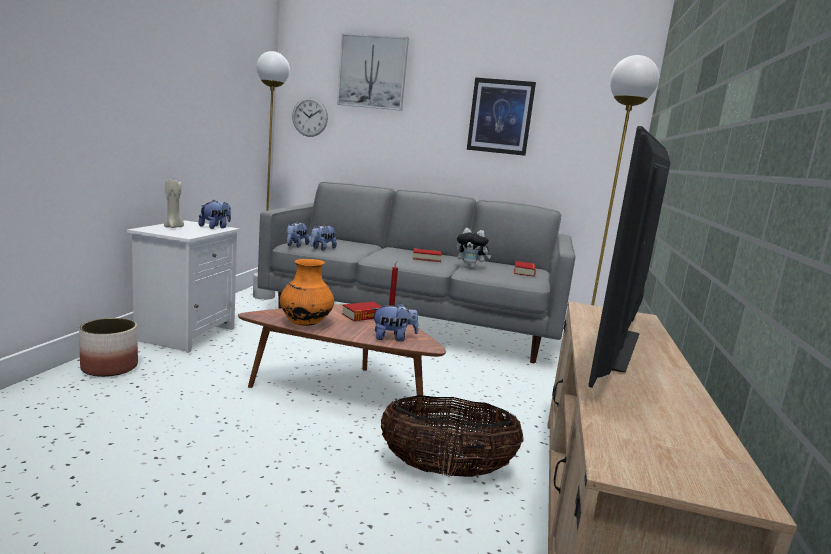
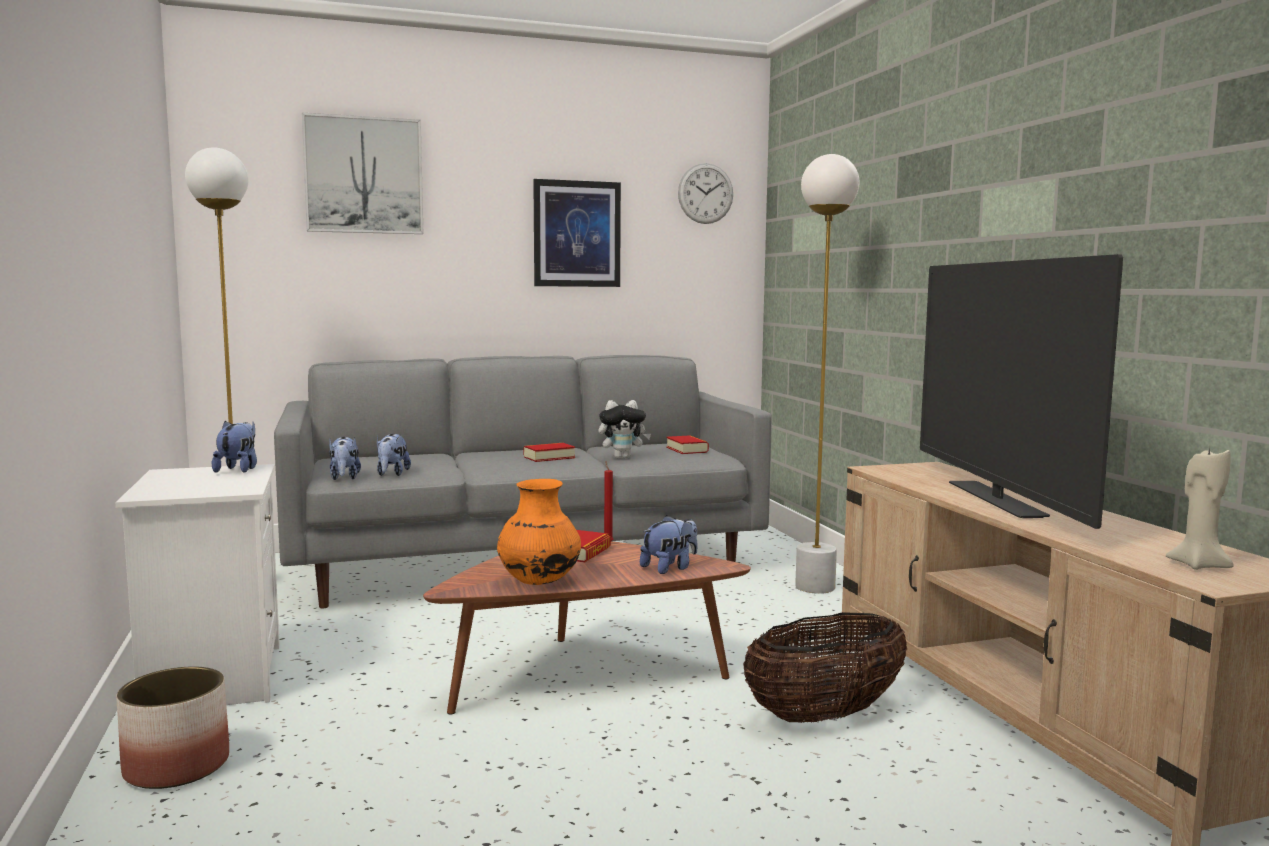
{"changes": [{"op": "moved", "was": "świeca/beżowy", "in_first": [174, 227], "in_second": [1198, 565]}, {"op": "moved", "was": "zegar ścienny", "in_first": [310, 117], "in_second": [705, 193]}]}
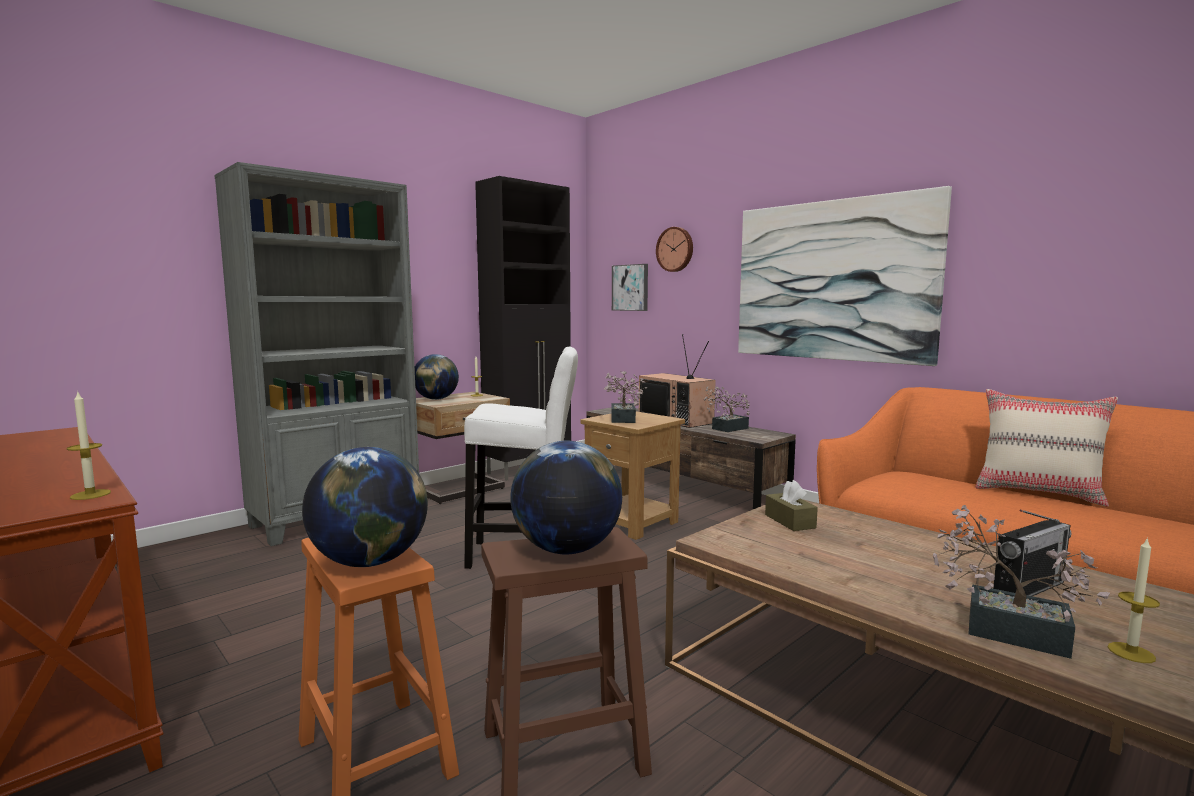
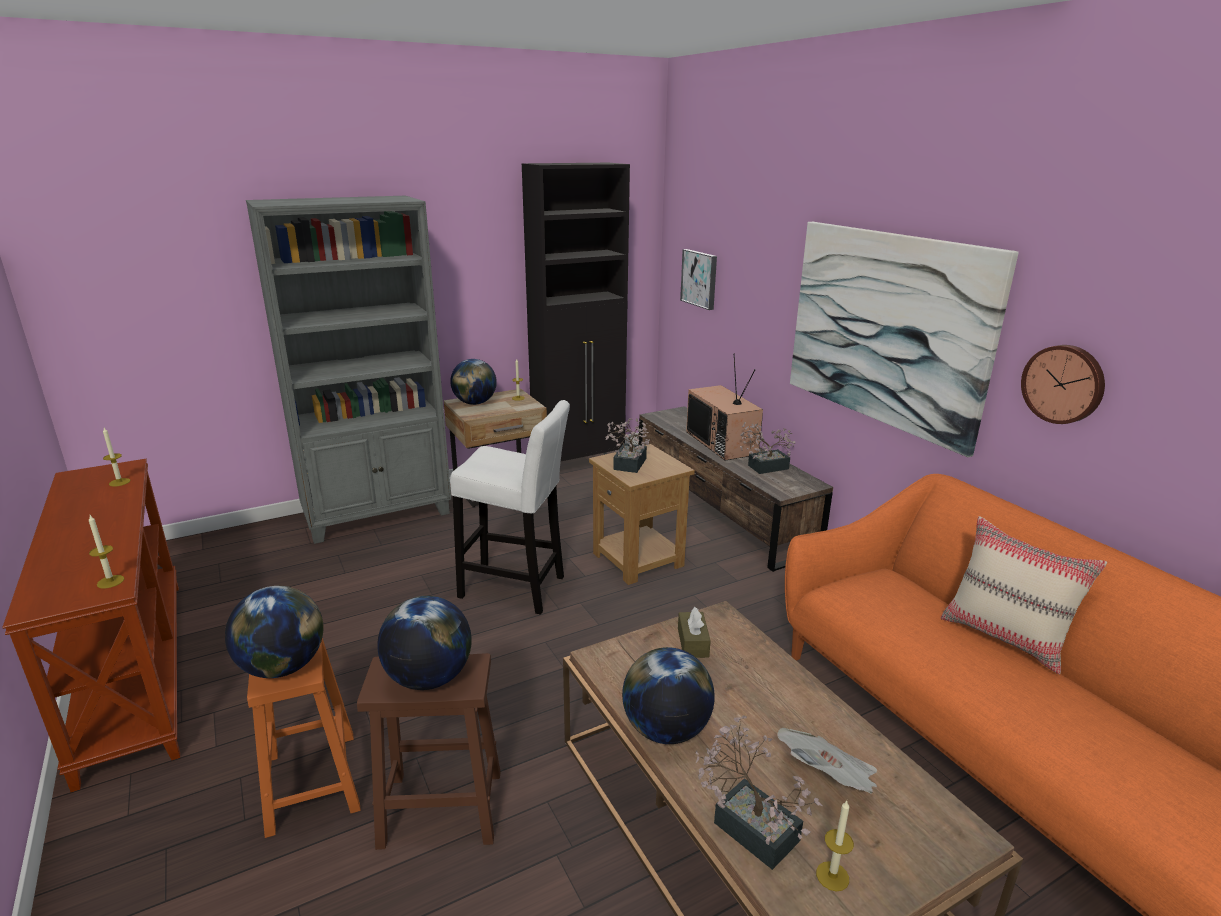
{"changes": [{"op": "added", "now": "świeca", "in_second": [119, 482]}, {"op": "added", "now": "globus", "in_second": [666, 730]}, {"op": "moved", "was": "zegar ścienny", "in_first": [675, 249], "in_second": [1064, 383]}, {"op": "replaced", "was": "radio", "now": "gazeta", "in_first": [1028, 588], "in_second": [828, 779]}]}
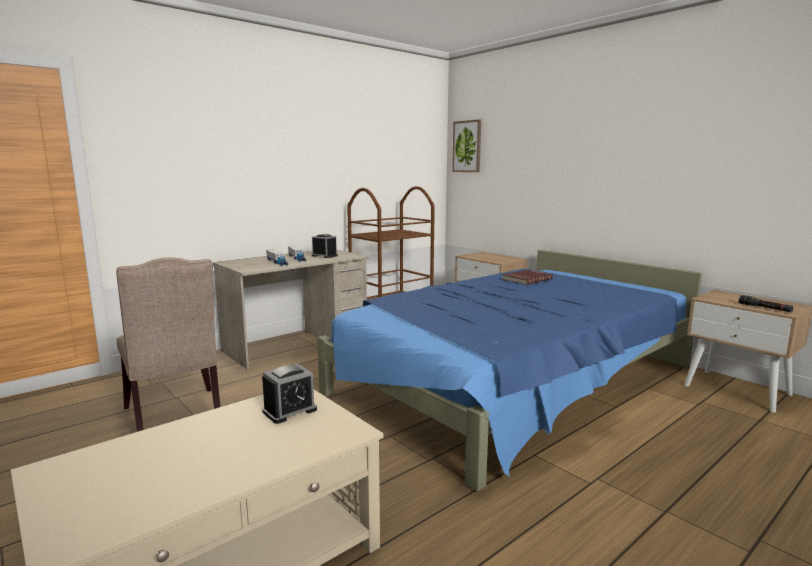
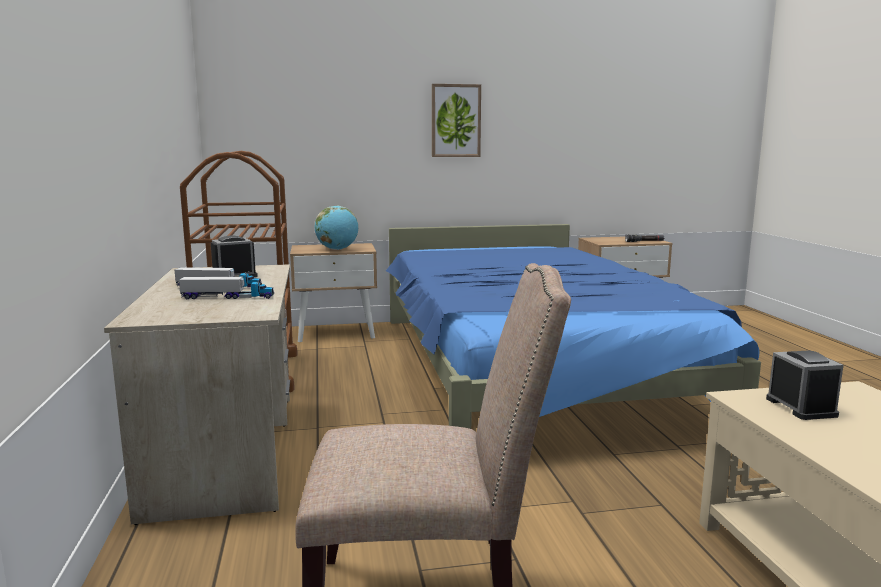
{"changes": [{"op": "removed", "was": "książka/czerwony", "in_first": [526, 279]}, {"op": "added", "now": "globus", "in_second": [337, 249]}, {"op": "moved", "was": "obraz", "in_first": [467, 146], "in_second": [455, 121]}]}
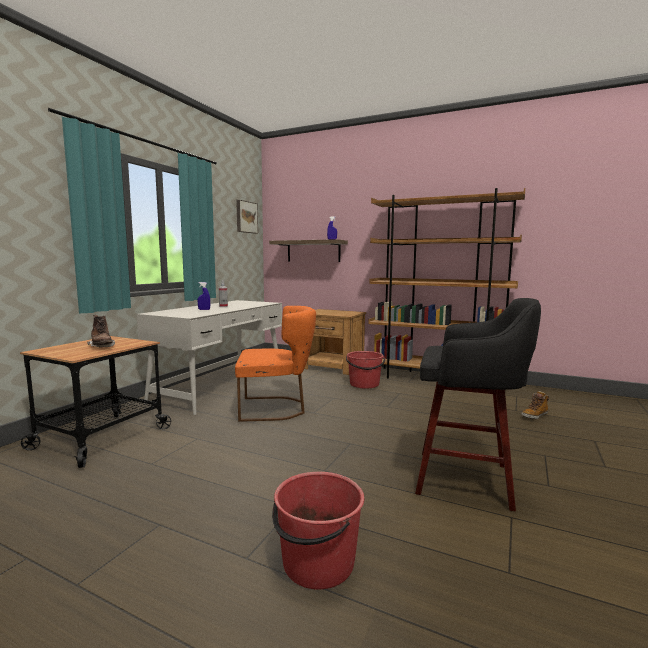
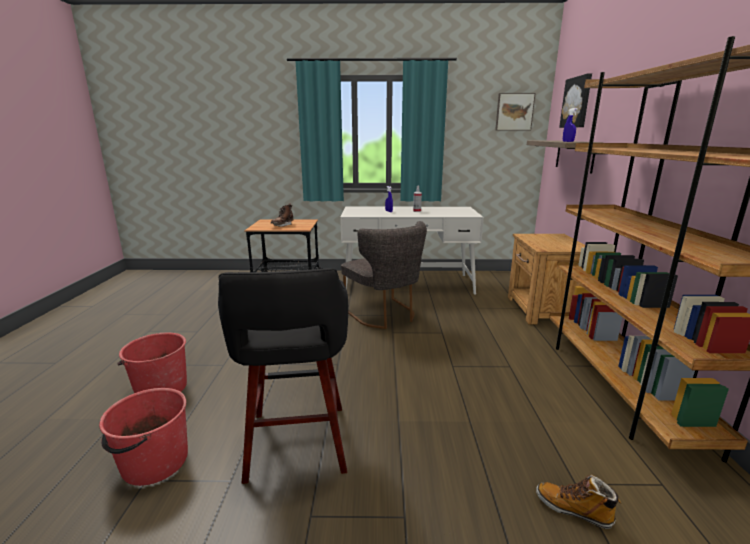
{"changes": [{"op": "added", "now": "obraz", "in_second": [577, 102]}, {"op": "moved", "was": "wiadro/czerwony", "in_first": [364, 384], "in_second": [154, 463]}, {"op": "recoloured", "was": "krzesło/pomarańczowy", "now": "krzesło/szary", "in_first": [276, 408], "in_second": [385, 315]}]}
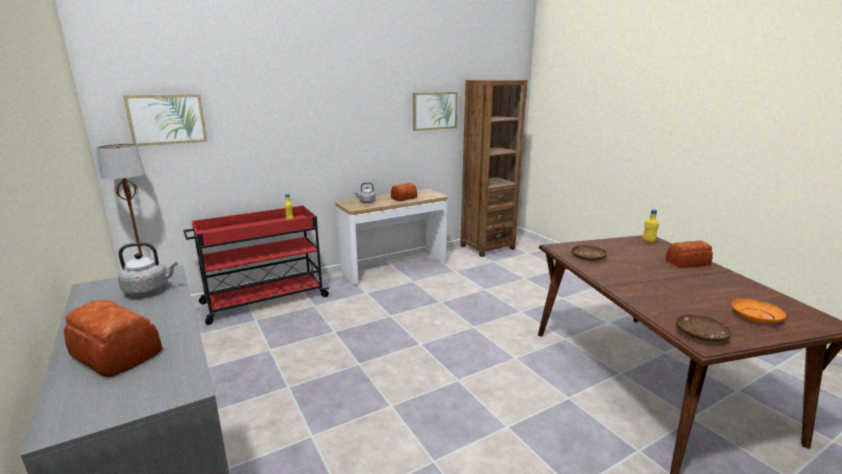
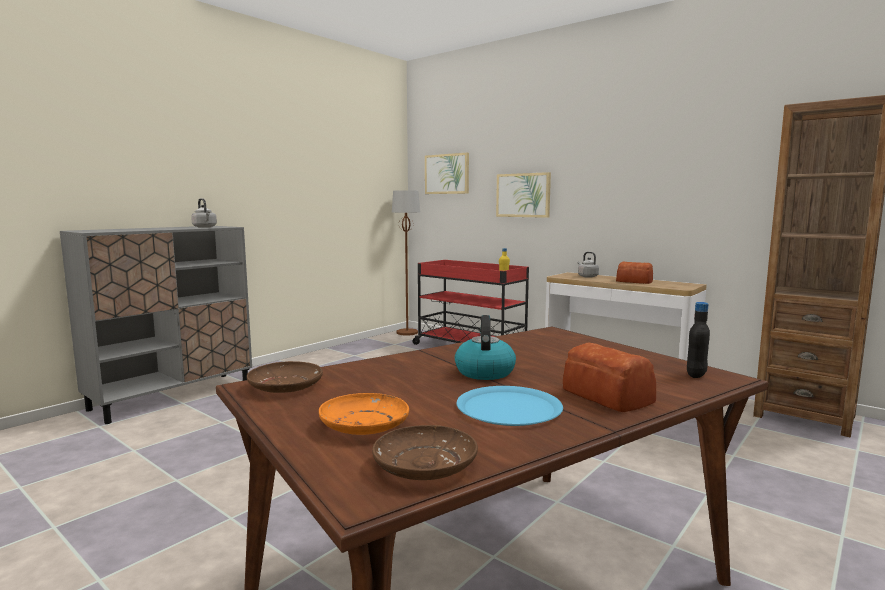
{"changes": [{"op": "removed", "was": "chleb", "in_first": [115, 354]}, {"op": "added", "now": "czajnik", "in_second": [484, 372]}, {"op": "added", "now": "talerz/niebieski", "in_second": [508, 408]}, {"op": "moved", "was": "obraz", "in_first": [434, 110], "in_second": [523, 195]}, {"op": "moved", "was": "talerz/brązowy", "in_first": [588, 257], "in_second": [424, 465]}, {"op": "recoloured", "was": "butelka/żółty", "now": "butelka/czarny", "in_first": [648, 241], "in_second": [696, 375]}]}
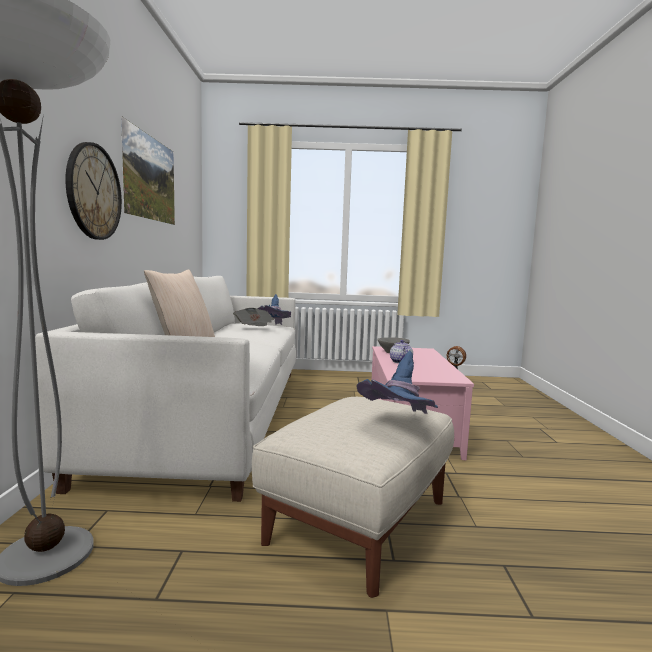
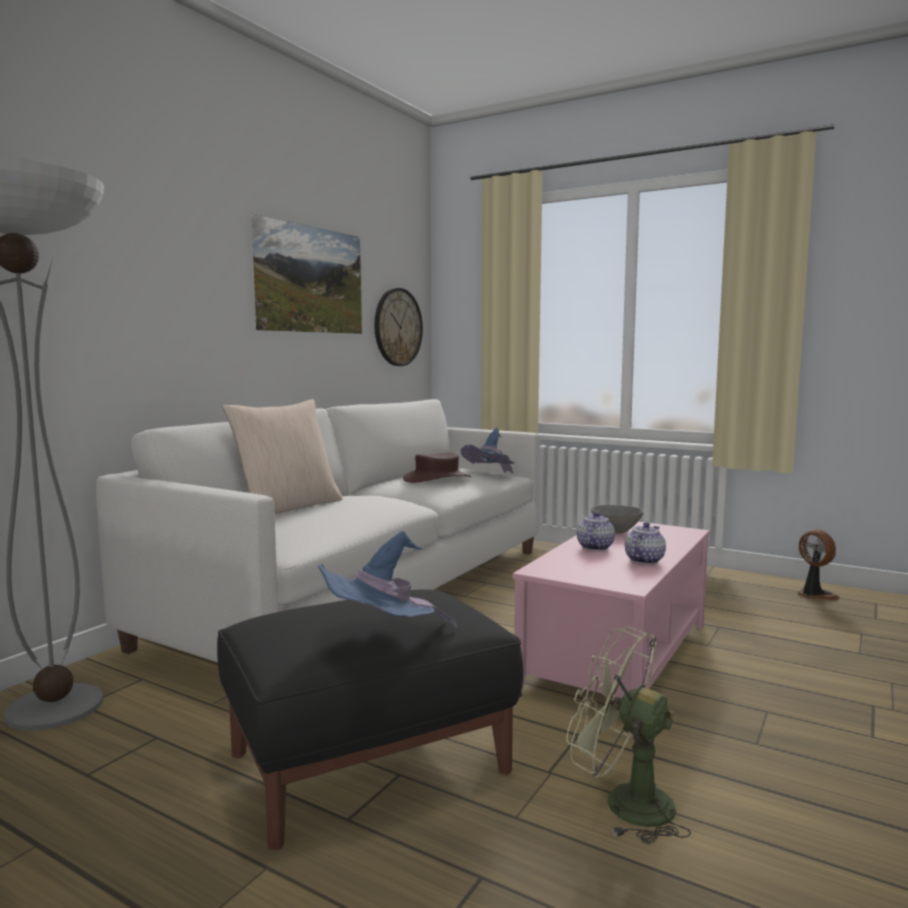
{"changes": [{"op": "added", "now": "wentylator/zielony", "in_second": [624, 802]}, {"op": "added", "now": "imbryk", "in_second": [644, 560]}, {"op": "moved", "was": "zegar ścienny", "in_first": [93, 192], "in_second": [397, 327]}, {"op": "replaced", "was": "gazeta", "now": "kapelusz/brązowy", "in_first": [254, 329], "in_second": [437, 478]}, {"op": "recoloured", "was": "pufa/beżowy", "now": "pufa/czarny", "in_first": [360, 520], "in_second": [371, 762]}]}
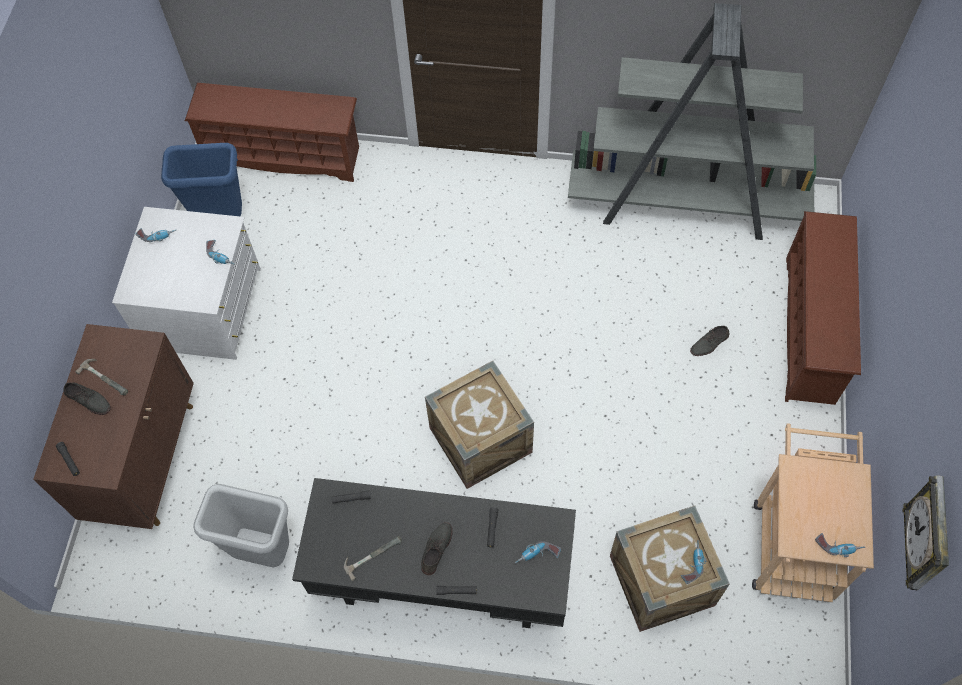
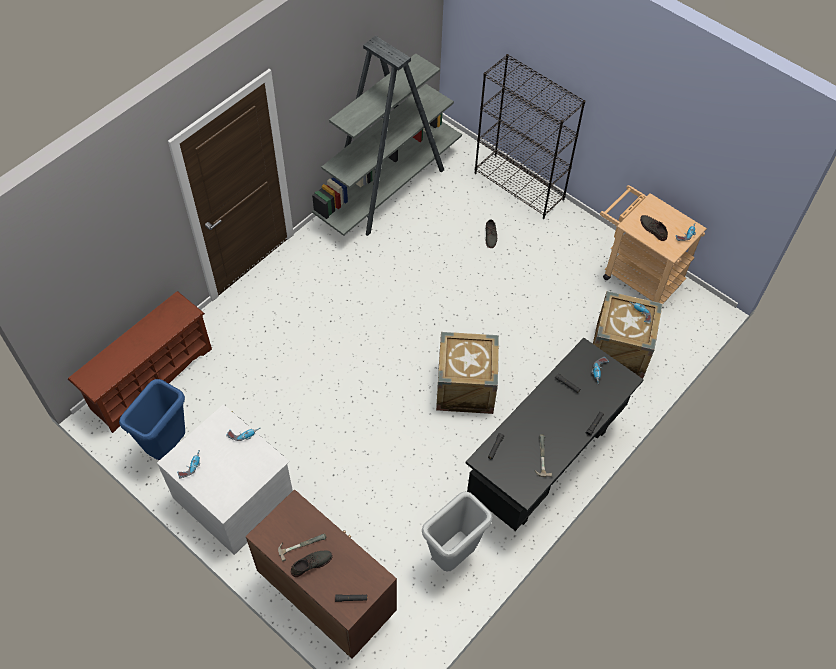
{"changes": [{"op": "removed", "was": "zegar ścienny", "in_first": [928, 536]}, {"op": "moved", "was": "but/szary", "in_first": [436, 549], "in_second": [652, 229]}, {"op": "replaced", "was": "regał na buty/brązowy", "now": "regał/czarny", "in_first": [811, 330], "in_second": [519, 186]}]}
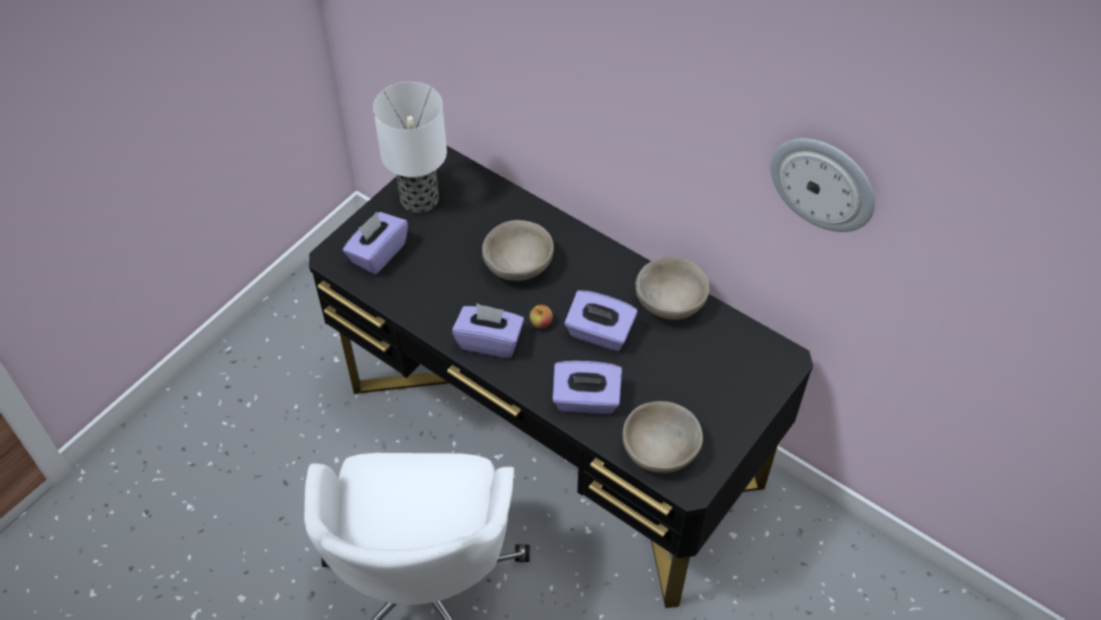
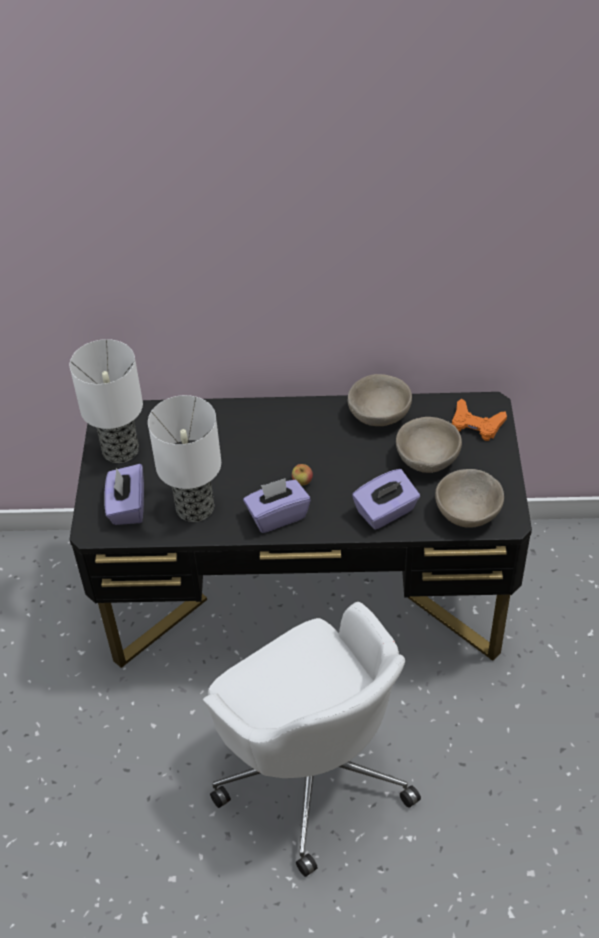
{"changes": [{"op": "removed", "was": "pudełko chusteczek/fioletowy", "in_first": [599, 334]}, {"op": "removed", "was": "zegar ścienny", "in_first": [823, 183]}, {"op": "added", "now": "lampa stołowa", "in_second": [193, 508]}, {"op": "added", "now": "pad do gier/pomarańczowy", "in_second": [476, 424]}, {"op": "moved", "was": "miska/beżowy", "in_first": [518, 265], "in_second": [427, 459]}]}
